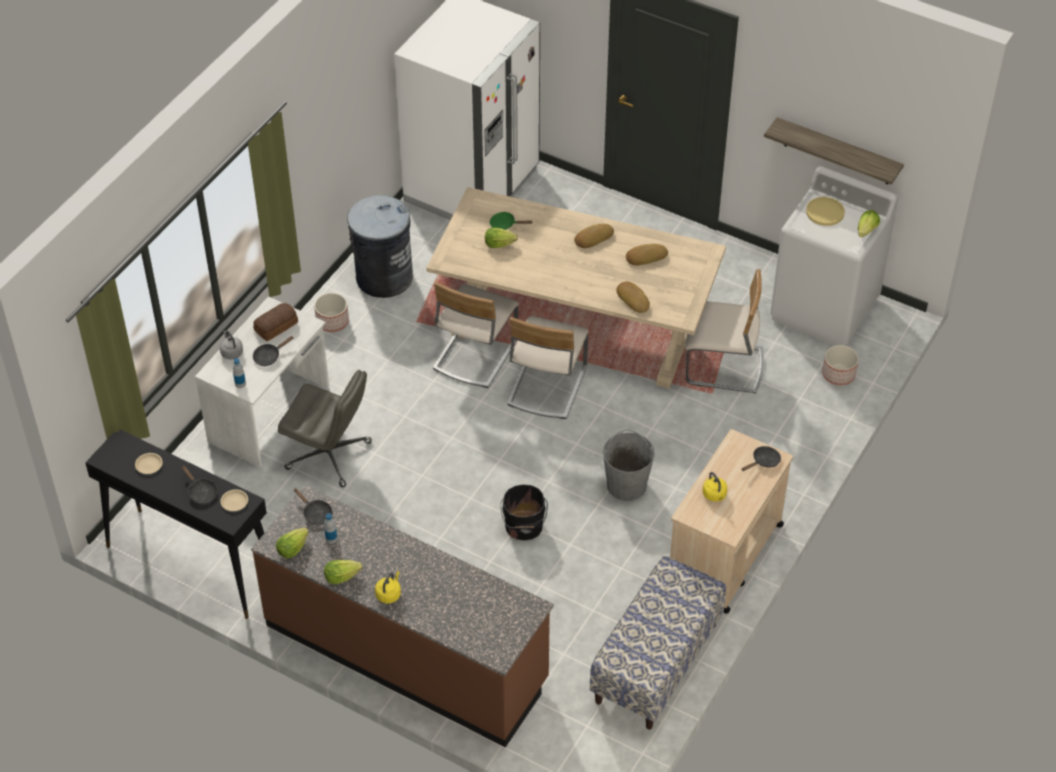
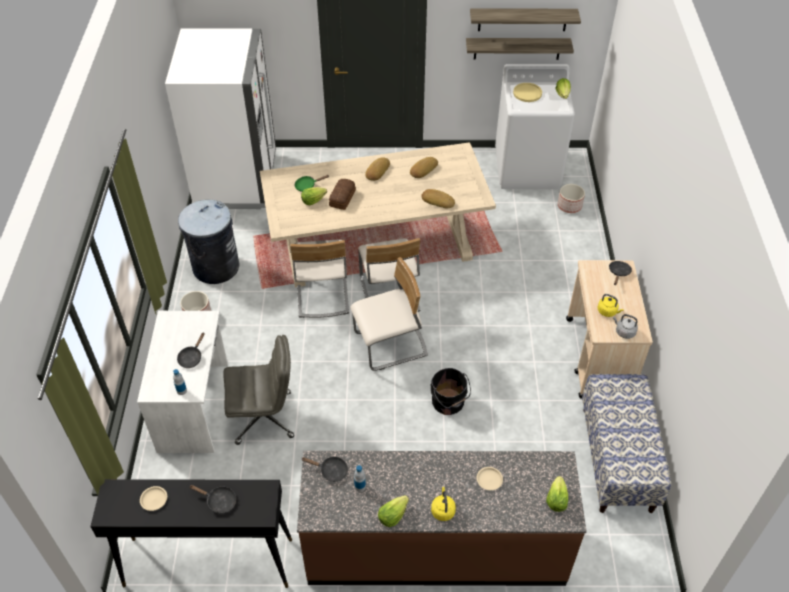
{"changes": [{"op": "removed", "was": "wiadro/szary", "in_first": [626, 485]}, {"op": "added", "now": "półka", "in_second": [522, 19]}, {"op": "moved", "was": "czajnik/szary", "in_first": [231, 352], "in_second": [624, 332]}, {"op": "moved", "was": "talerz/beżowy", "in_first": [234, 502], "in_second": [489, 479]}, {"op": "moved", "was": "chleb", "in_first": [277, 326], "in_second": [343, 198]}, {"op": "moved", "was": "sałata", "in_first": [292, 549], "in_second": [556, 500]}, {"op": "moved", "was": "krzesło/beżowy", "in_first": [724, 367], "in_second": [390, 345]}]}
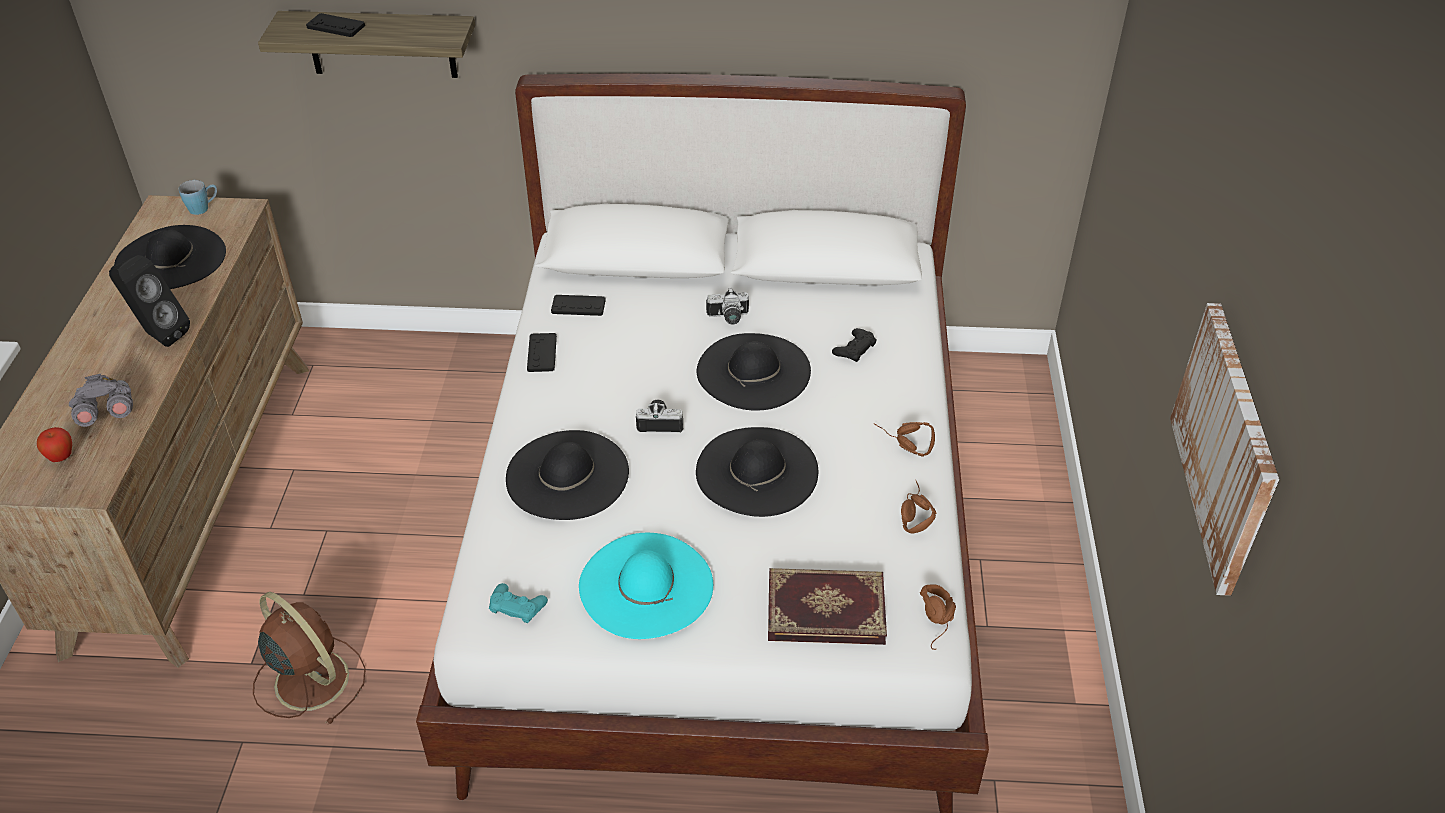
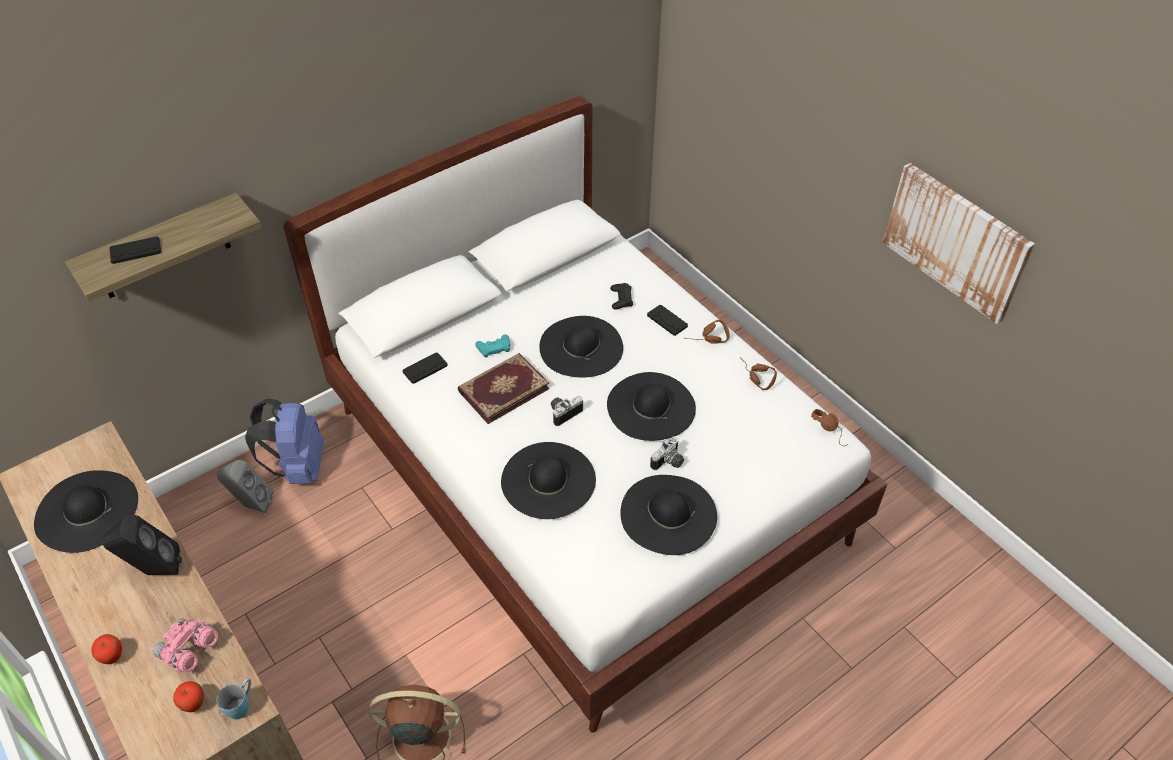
{"changes": [{"op": "added", "now": "jabłko", "in_second": [113, 657]}, {"op": "added", "now": "głośnik/szary", "in_second": [252, 505]}, {"op": "added", "now": "plecak/niebieski", "in_second": [298, 467]}, {"op": "moved", "was": "kubek/niebieski", "in_first": [203, 208], "in_second": [242, 705]}, {"op": "moved", "was": "pad do gier/turkusowy", "in_first": [517, 606], "in_second": [494, 348]}, {"op": "moved", "was": "pad do gier/czarny", "in_first": [542, 353], "in_second": [667, 321]}, {"op": "moved", "was": "aparat fotograficzny", "in_first": [728, 318], "in_second": [669, 462]}, {"op": "moved", "was": "książka", "in_first": [826, 607], "in_second": [503, 389]}, {"op": "recoloured", "was": "lornetka/szary", "now": "lornetka/różowy", "in_first": [107, 414], "in_second": [189, 651]}, {"op": "recoloured", "was": "kapelusz/turkusowy", "now": "kapelusz/czarny", "in_first": [646, 585], "in_second": [668, 514]}]}
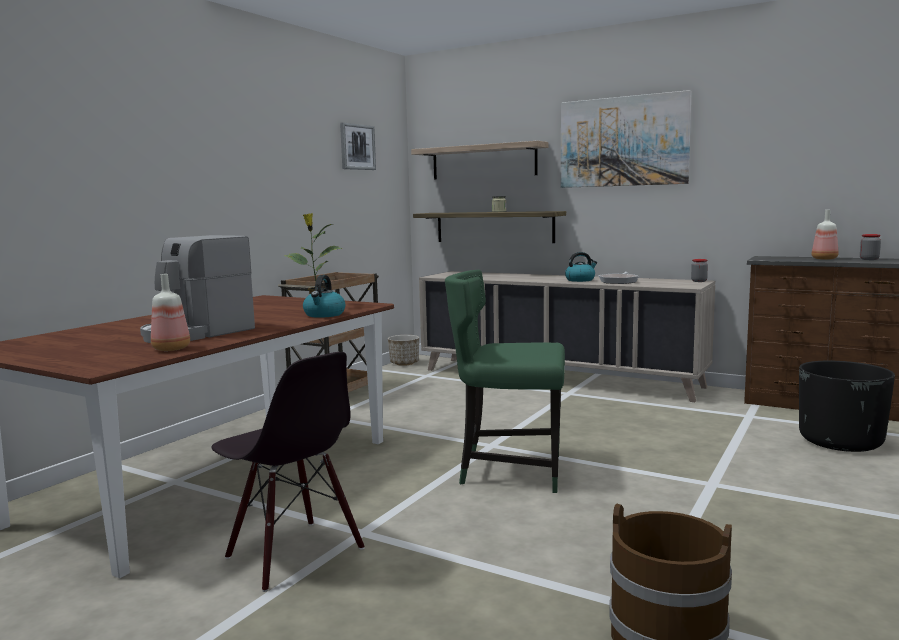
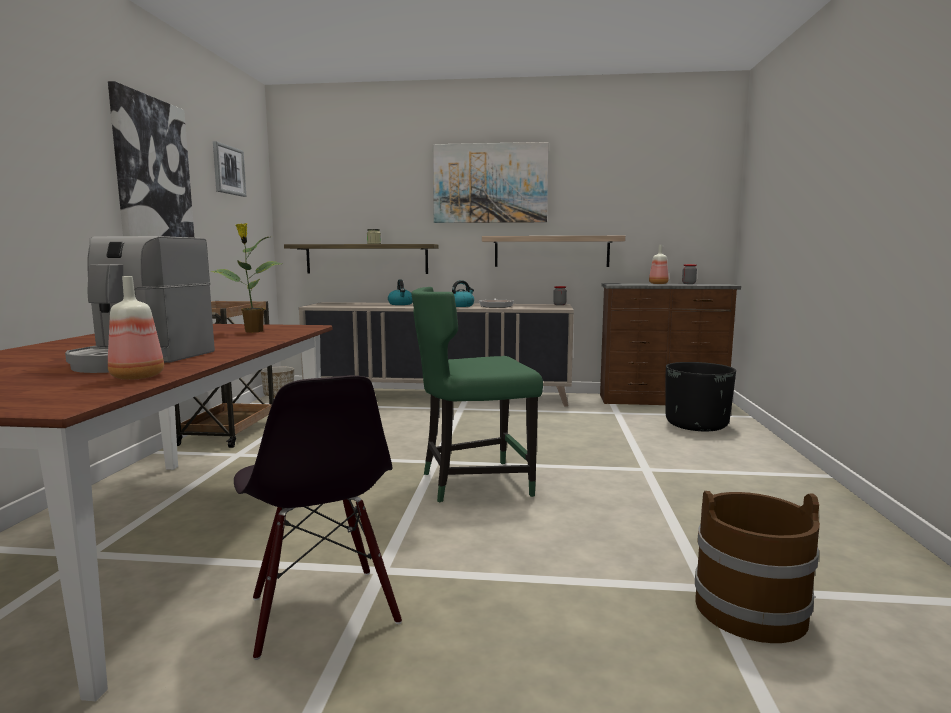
{"changes": [{"op": "added", "now": "obraz", "in_second": [153, 181]}, {"op": "moved", "was": "czajnik", "in_first": [324, 315], "in_second": [401, 304]}, {"op": "moved", "was": "półka", "in_first": [483, 161], "in_second": [551, 251]}, {"op": "turned", "was": "krzesło/czarny", "in_first": [293, 554], "in_second": [322, 611], "clockwise": 45}]}
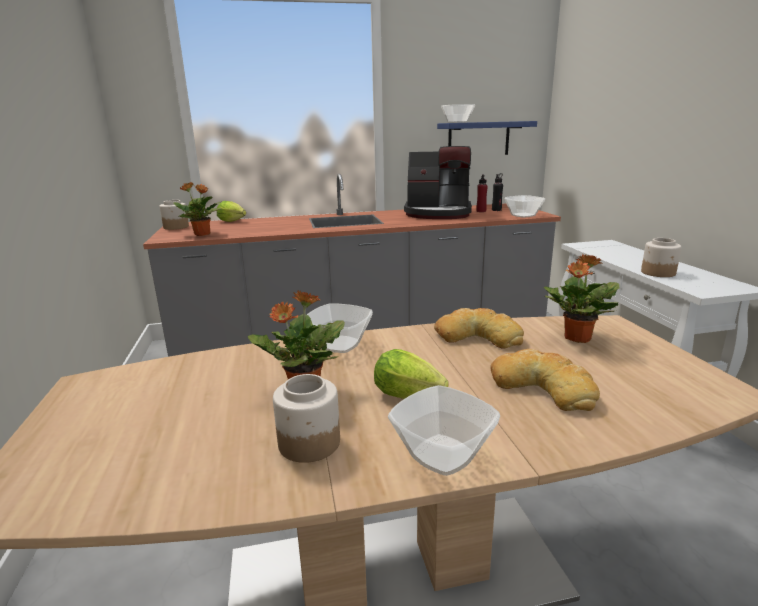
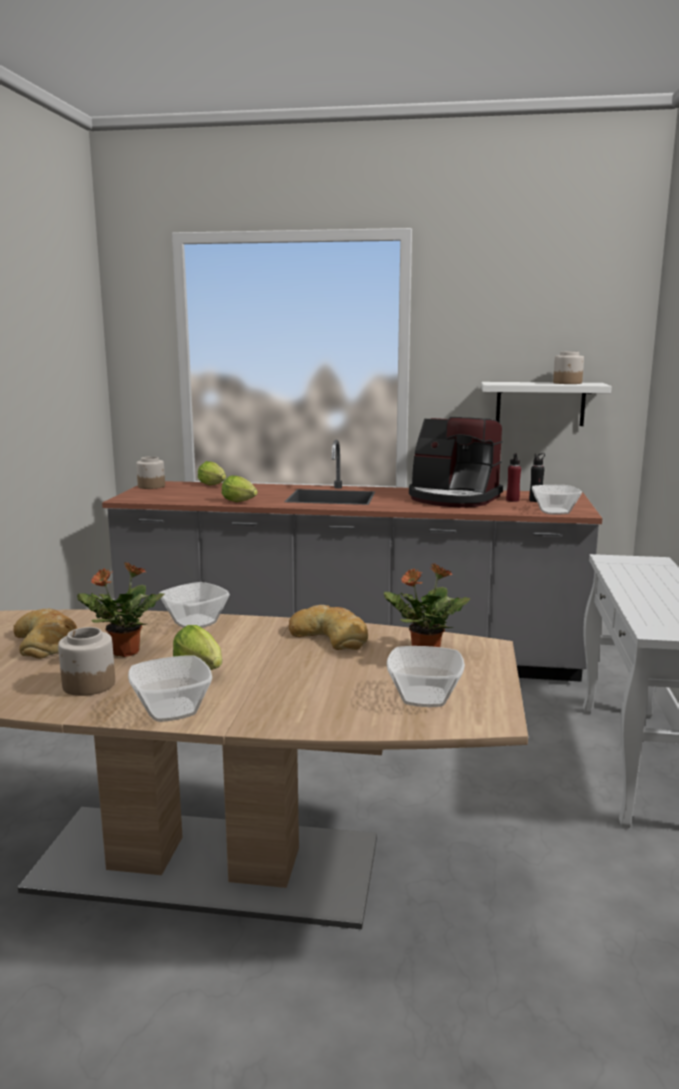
{"changes": [{"op": "removed", "was": "roślina doniczkowa", "in_first": [202, 234]}, {"op": "added", "now": "sałata", "in_second": [241, 502]}, {"op": "moved", "was": "miska", "in_first": [457, 122], "in_second": [425, 697]}, {"op": "moved", "was": "chleb", "in_first": [543, 386], "in_second": [46, 641]}, {"op": "moved", "was": "słoik", "in_first": [658, 273], "in_second": [567, 383]}, {"op": "recoloured", "was": "półka/niebieski", "now": "półka/biały", "in_first": [478, 139], "in_second": [540, 403]}]}
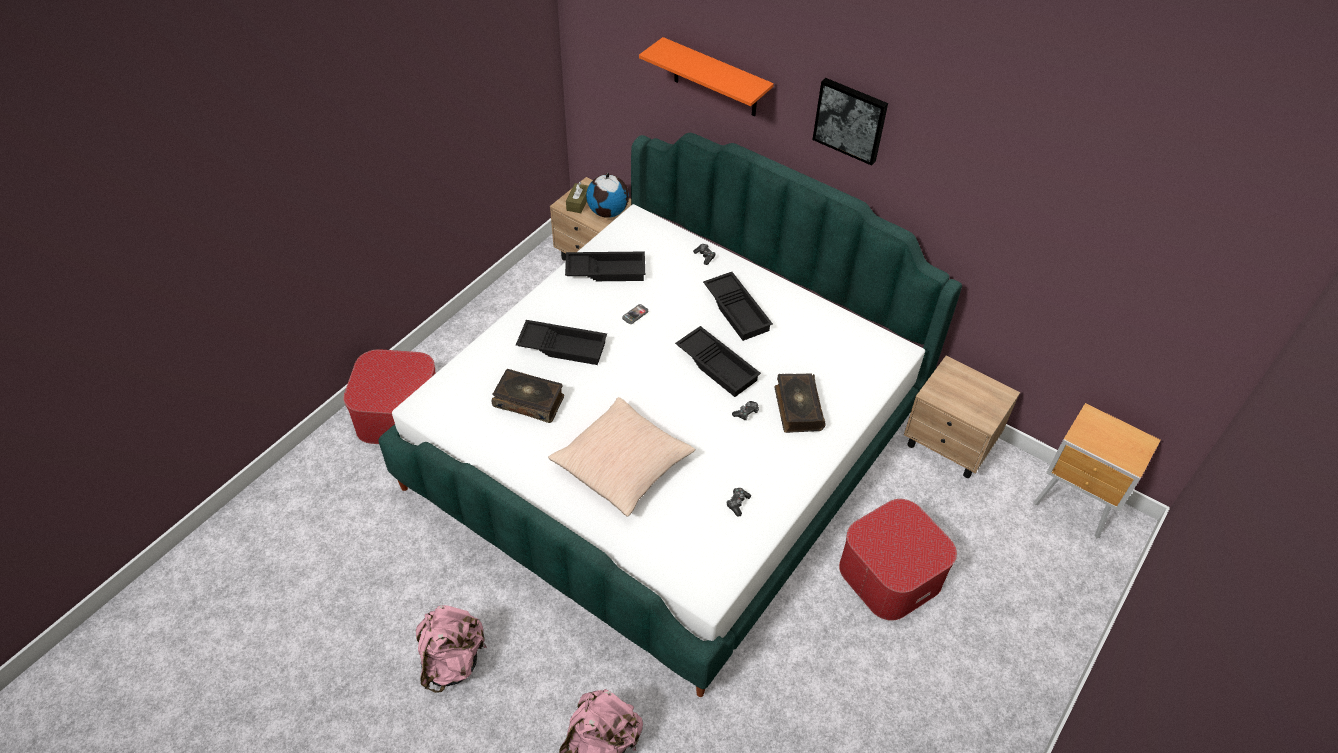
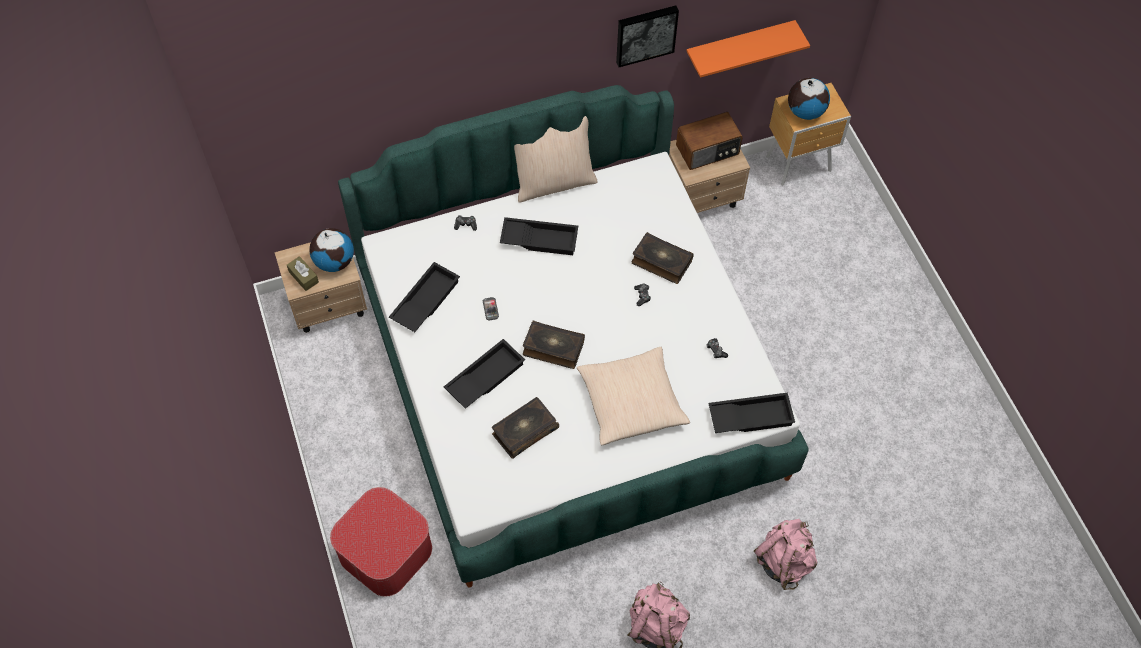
{"changes": [{"op": "removed", "was": "pufa", "in_first": [890, 573]}, {"op": "added", "now": "poduszka/beżowy", "in_second": [554, 182]}, {"op": "added", "now": "książka", "in_second": [553, 348]}, {"op": "added", "now": "radio", "in_second": [708, 151]}, {"op": "added", "now": "globus", "in_second": [805, 111]}, {"op": "moved", "was": "półka/pomarańczowy", "in_first": [715, 79], "in_second": [739, 47]}, {"op": "moved", "was": "taca/czarny", "in_first": [718, 365], "in_second": [750, 416]}, {"op": "moved", "was": "obraz", "in_first": [851, 120], "in_second": [645, 34]}]}
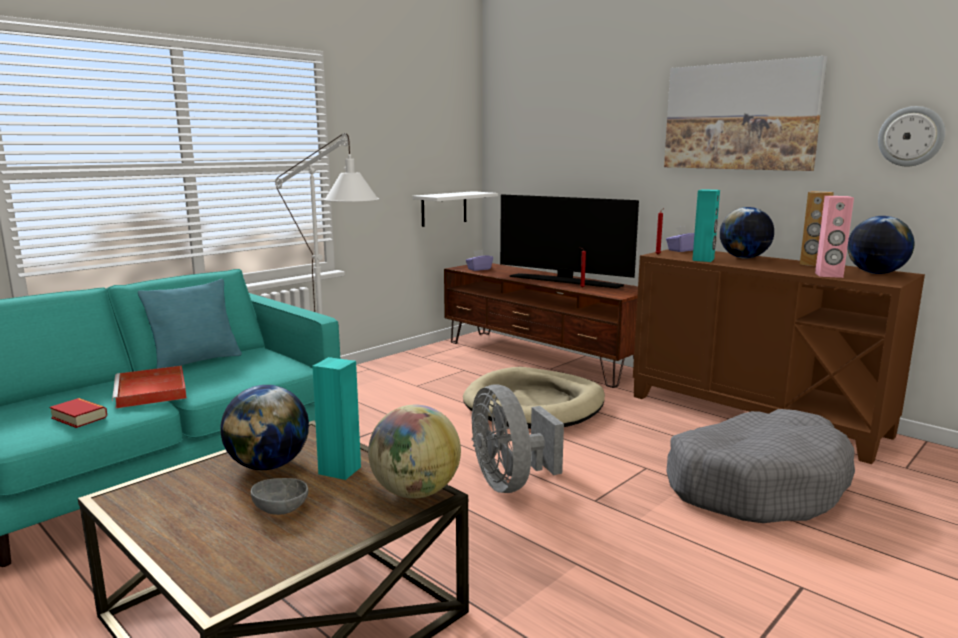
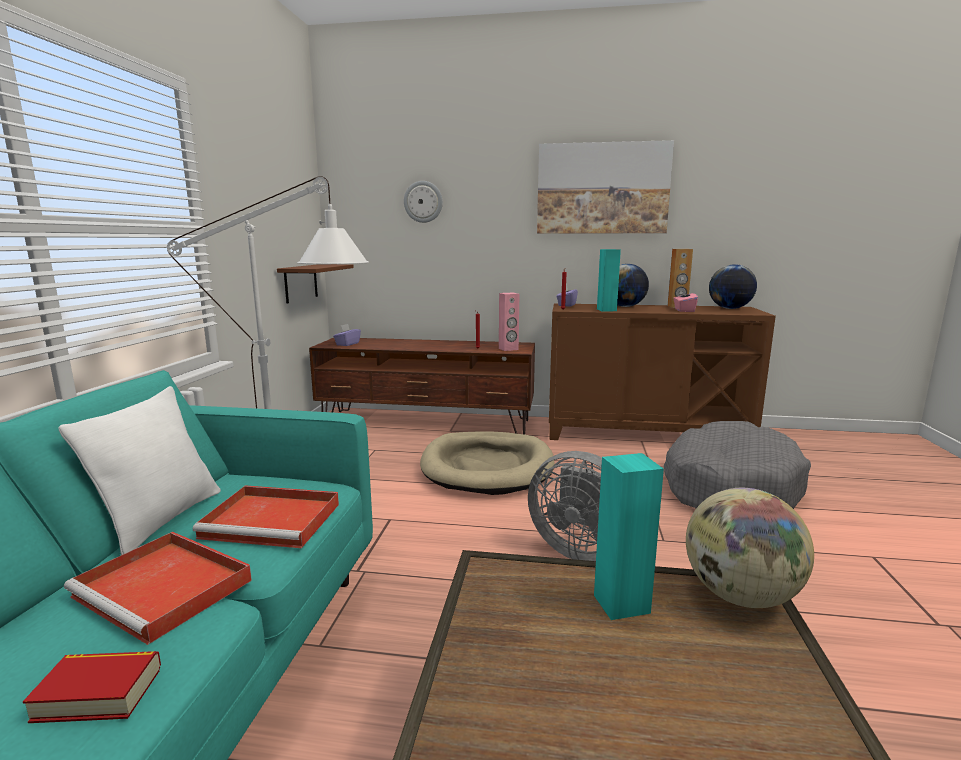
{"changes": [{"op": "removed", "was": "globus", "in_first": [269, 465]}, {"op": "removed", "was": "miska/szary", "in_first": [281, 508]}, {"op": "removed", "was": "telewizor", "in_first": [565, 281]}, {"op": "added", "now": "taca/czerwony", "in_second": [274, 520]}, {"op": "added", "now": "pudełko chusteczek/różowy", "in_second": [684, 310]}, {"op": "moved", "was": "głośnik/różowy", "in_first": [829, 275], "in_second": [508, 349]}, {"op": "moved", "was": "zegar ścienny", "in_first": [911, 136], "in_second": [423, 201]}, {"op": "recoloured", "was": "poduszka/turkusowy", "now": "poduszka/biały", "in_first": [196, 362], "in_second": [161, 520]}, {"op": "recoloured", "was": "półka/biały", "now": "półka/brązowy", "in_first": [444, 208], "in_second": [301, 283]}]}
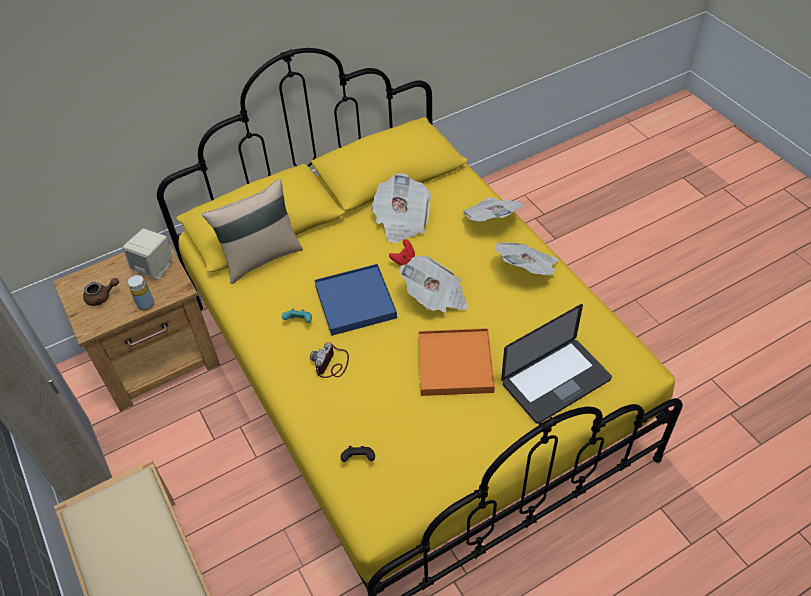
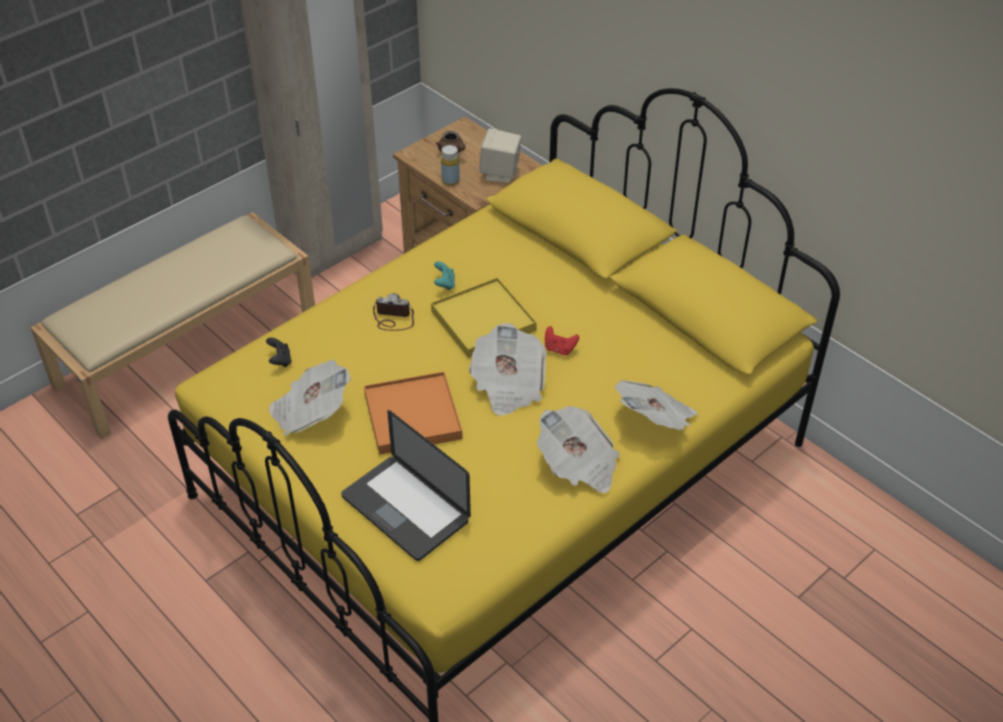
{"changes": [{"op": "removed", "was": "poduszka/beżowy", "in_first": [261, 257]}, {"op": "moved", "was": "gazeta", "in_first": [401, 221], "in_second": [310, 412]}, {"op": "recoloured", "was": "taca/niebieski", "now": "taca/żółty", "in_first": [355, 302], "in_second": [483, 321]}]}
